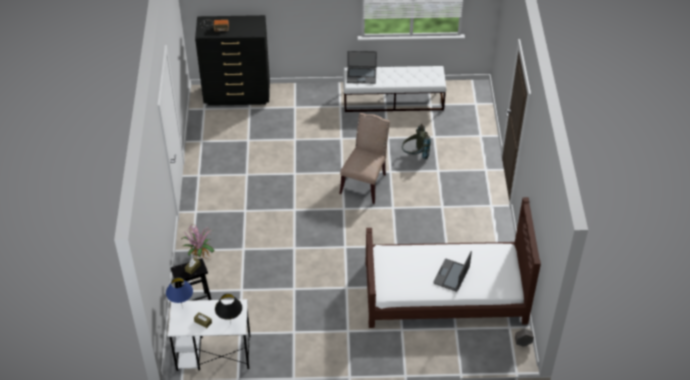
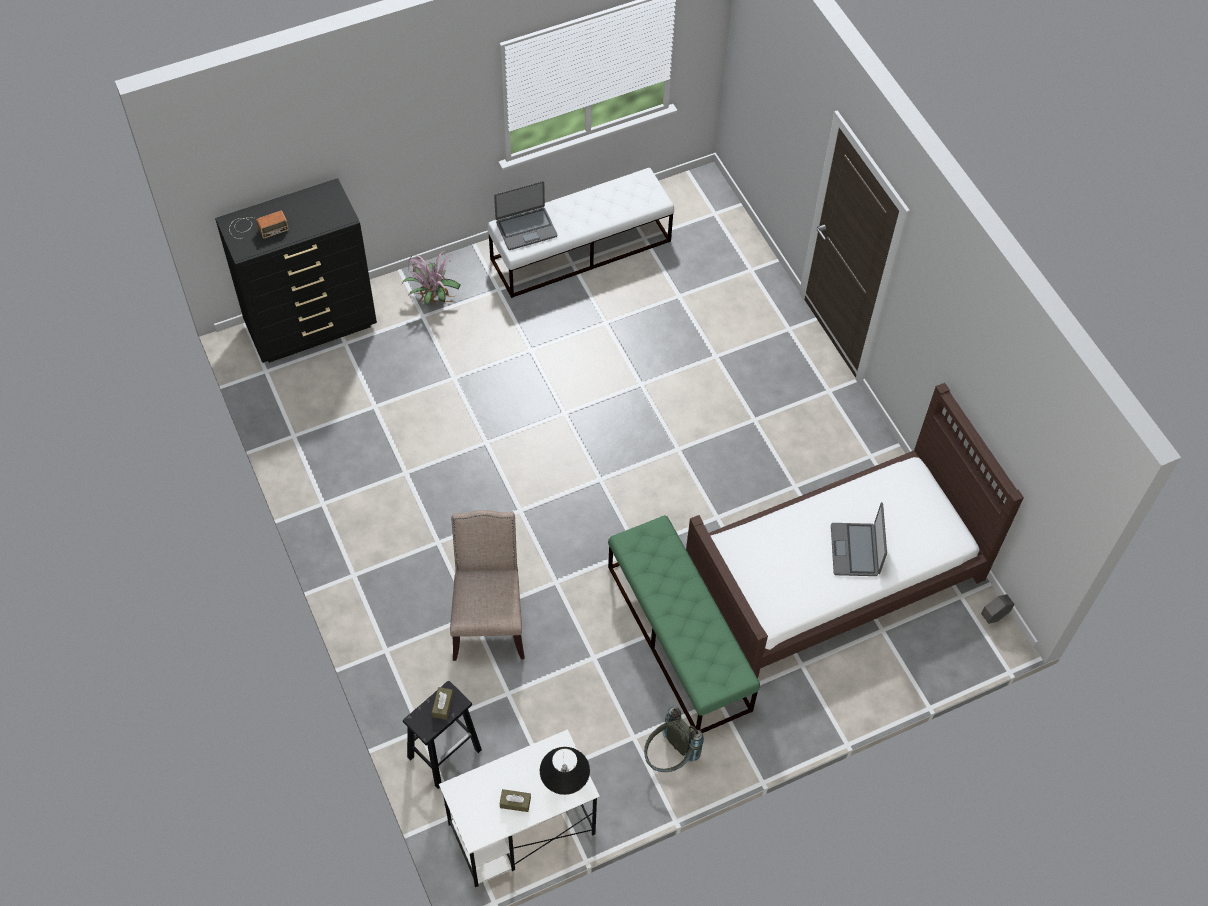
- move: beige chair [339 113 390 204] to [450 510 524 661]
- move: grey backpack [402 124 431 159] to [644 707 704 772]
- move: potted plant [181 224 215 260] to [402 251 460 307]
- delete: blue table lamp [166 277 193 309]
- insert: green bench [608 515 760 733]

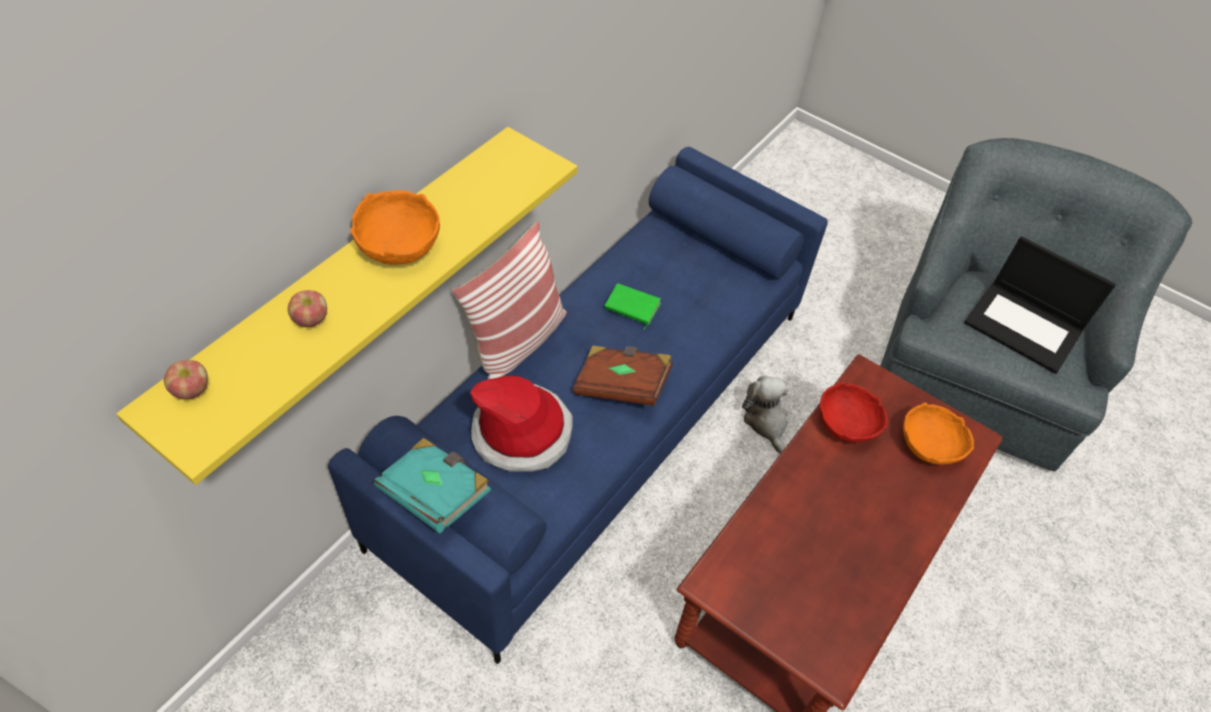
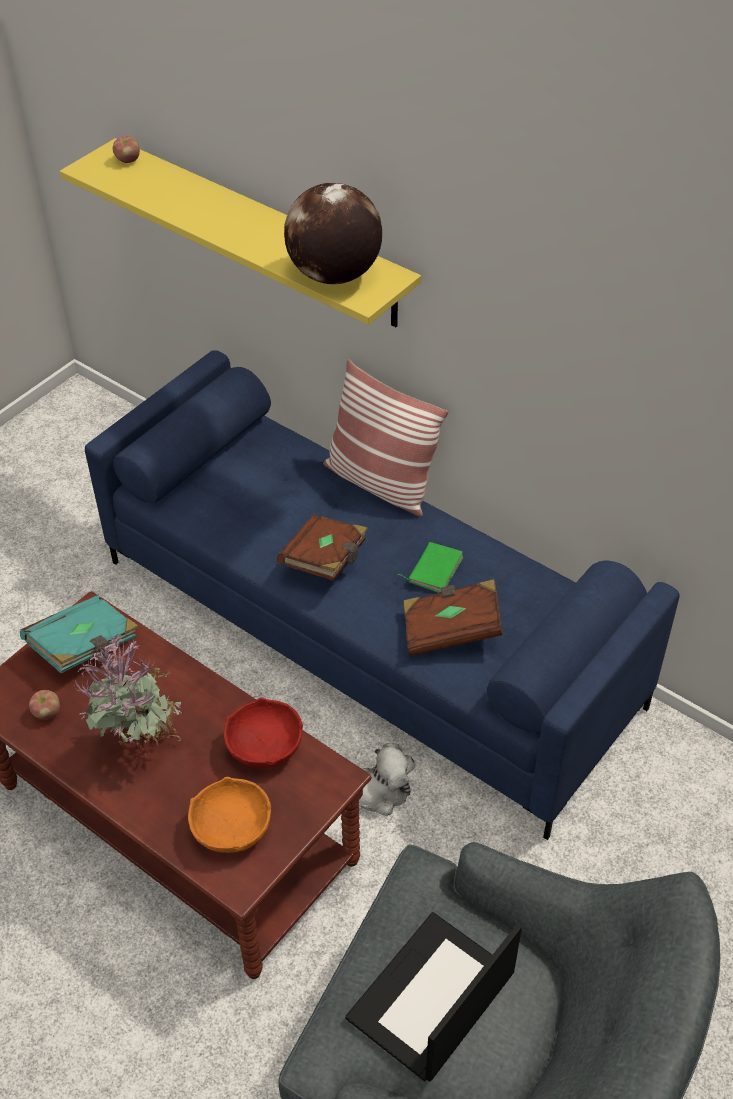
- delete: orange bowl [350 190 440 265]
- move: apple [288 290 327 327] to [29 690 60 720]
- delete: hat [470 376 572 472]
- move: turquoise book [374 438 491 533] to [20 595 139 673]
- insert: globe [284 183 382 284]
- insert: brown book [403 579 503 656]
- insert: potted plant [74 634 181 756]

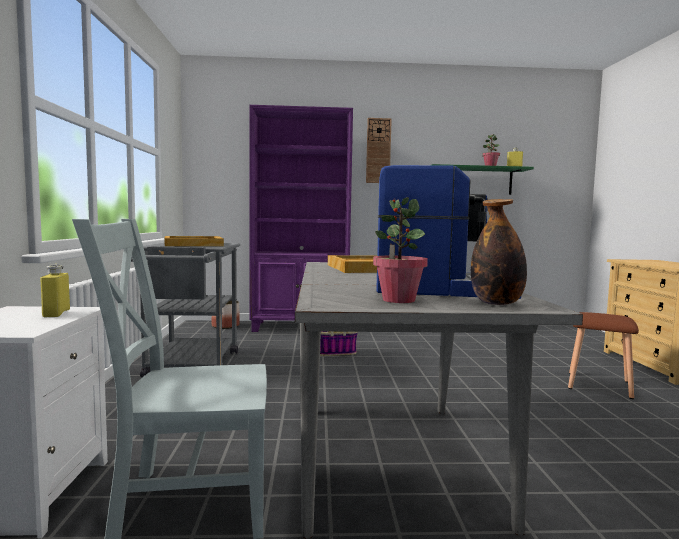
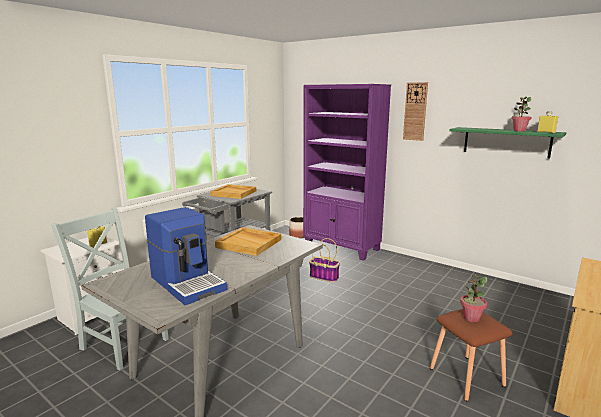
- move: potted plant [373 197 428 303] to [460 274 487 322]
- delete: bottle [471 199 527 305]

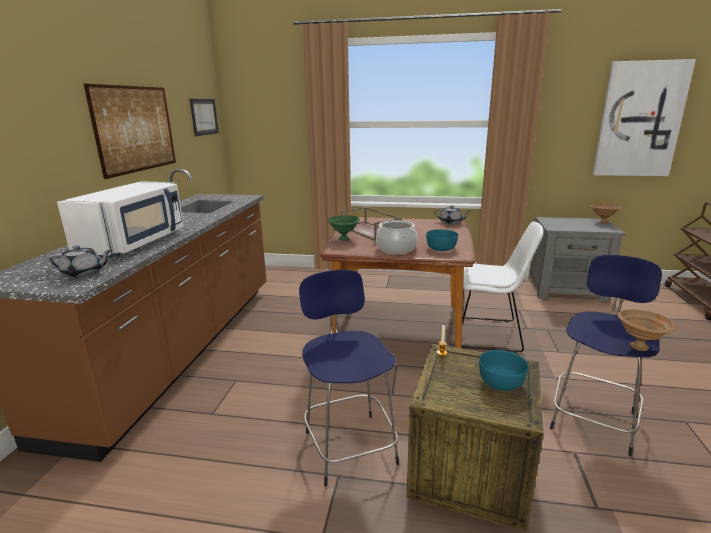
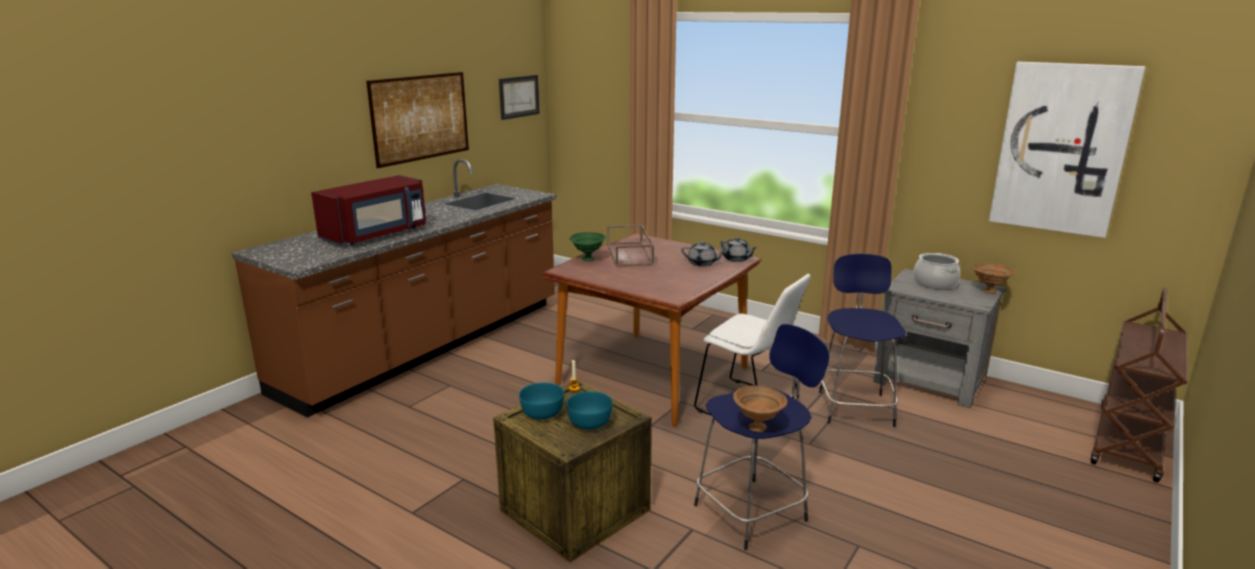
- recolor: white microwave [57 181 184 258] to red microwave [311 175 426 245]
- move: cooking pot [376 220 417 254] to [913 253 960 289]
- move: turquoise bowl [426 229 458 251] to [519 383 564 419]
- move: grey teapot [48 245 112 278] to [681 241 727 266]
- move: blue stool [299 270 399 486] to [819 254 906 427]

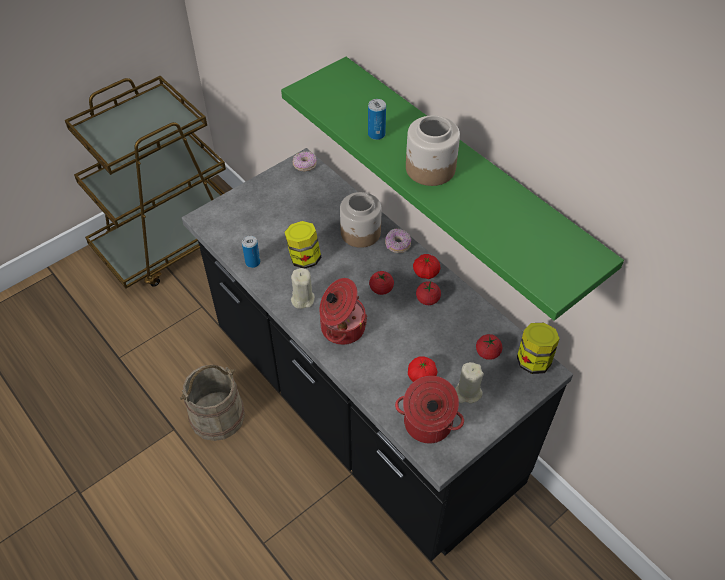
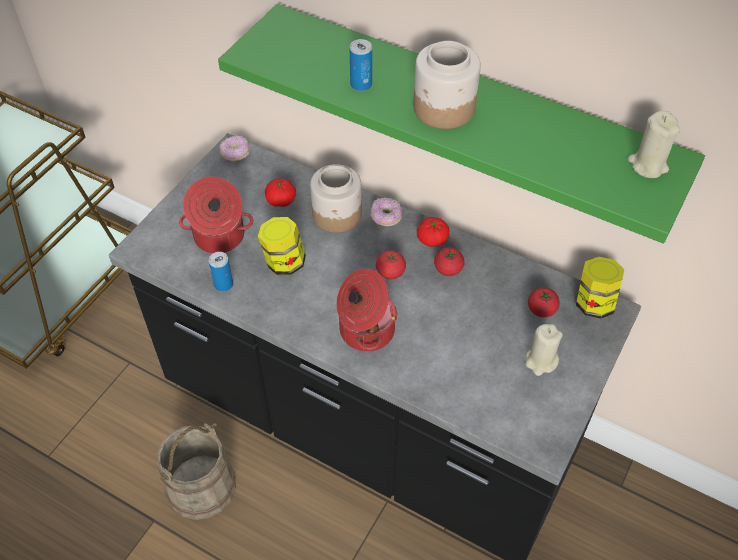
- move: beige candle [291 268 315 309] to [628 111 680 178]
- move: tomato [408 356 438 382] to [265 179 296 207]
- move: cooking pot [395 376 464 444] to [179 177 253 253]

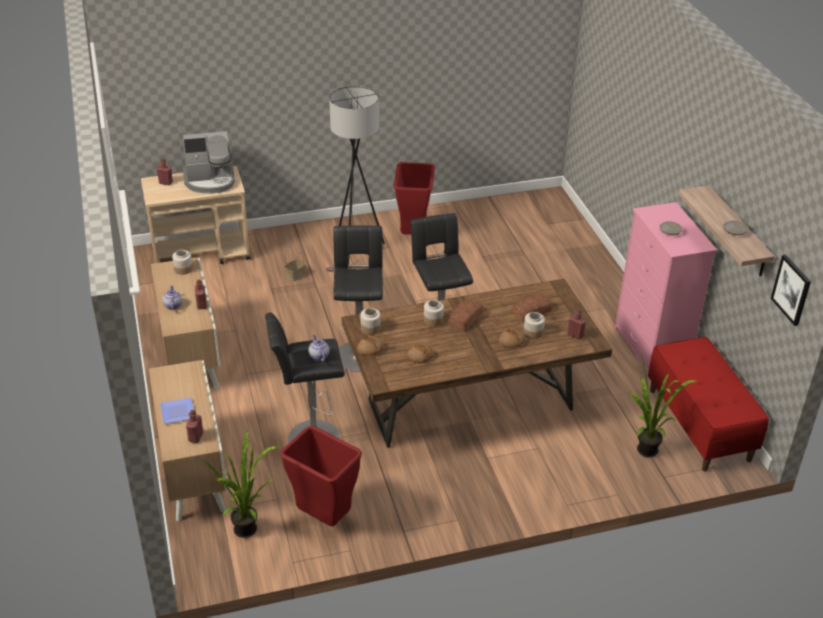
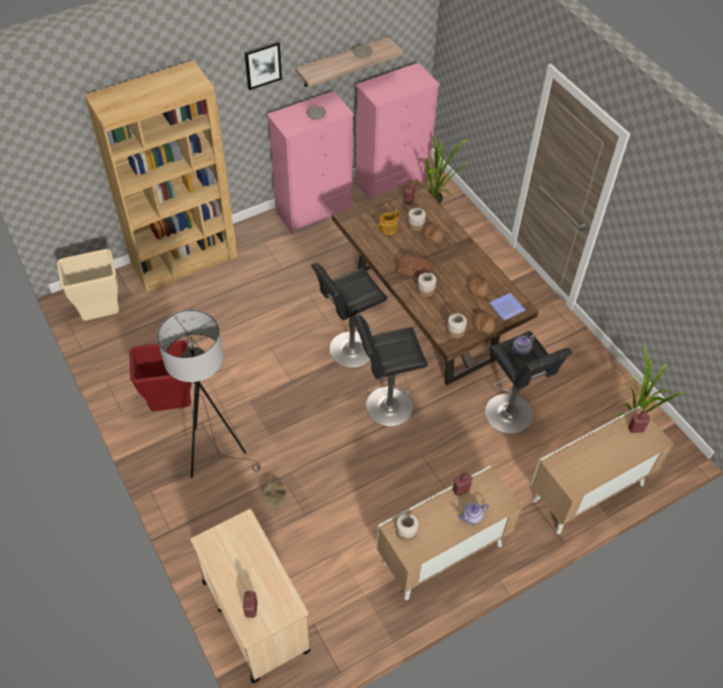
- delete: coffee machine [183 131 235 194]
- move: picture [771 255 811 326] to [244 41 282 90]
- replace: bread [512 294 552 322] to teapot [378 210 399 235]
- replace: red bench [648 337 769 472] to pink dresser [355 63 440 199]
- move: plate [160 398 194 424] to [489 293 526 320]
- delete: red trash can [280 426 362 527]
- insert: brown bookcase [84 60 238 291]
- insert: beige trash can [57 249 119 321]

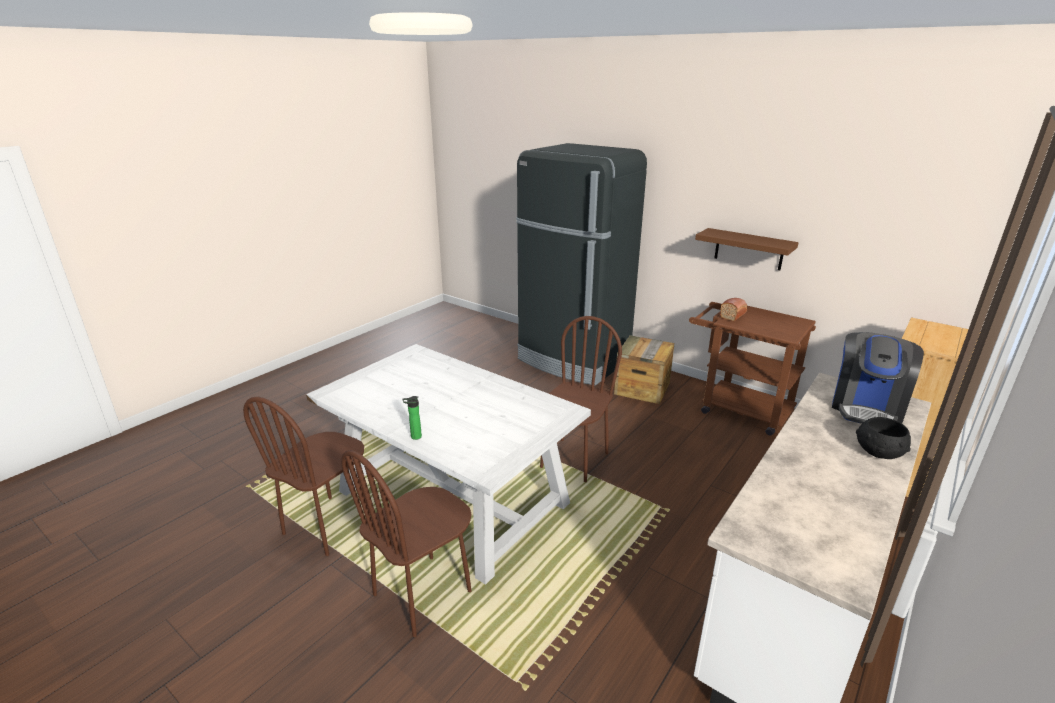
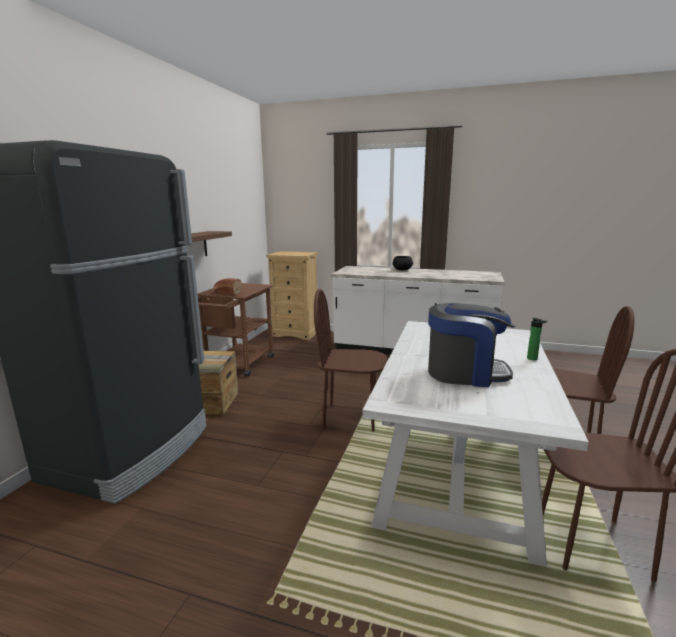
- move: coffee machine [832 332 924 424] to [428 303 516 387]

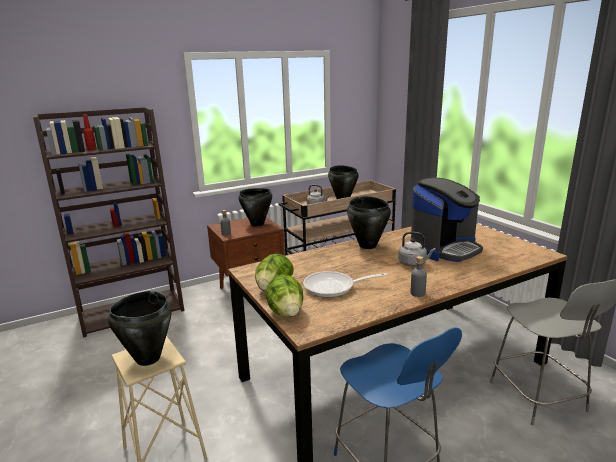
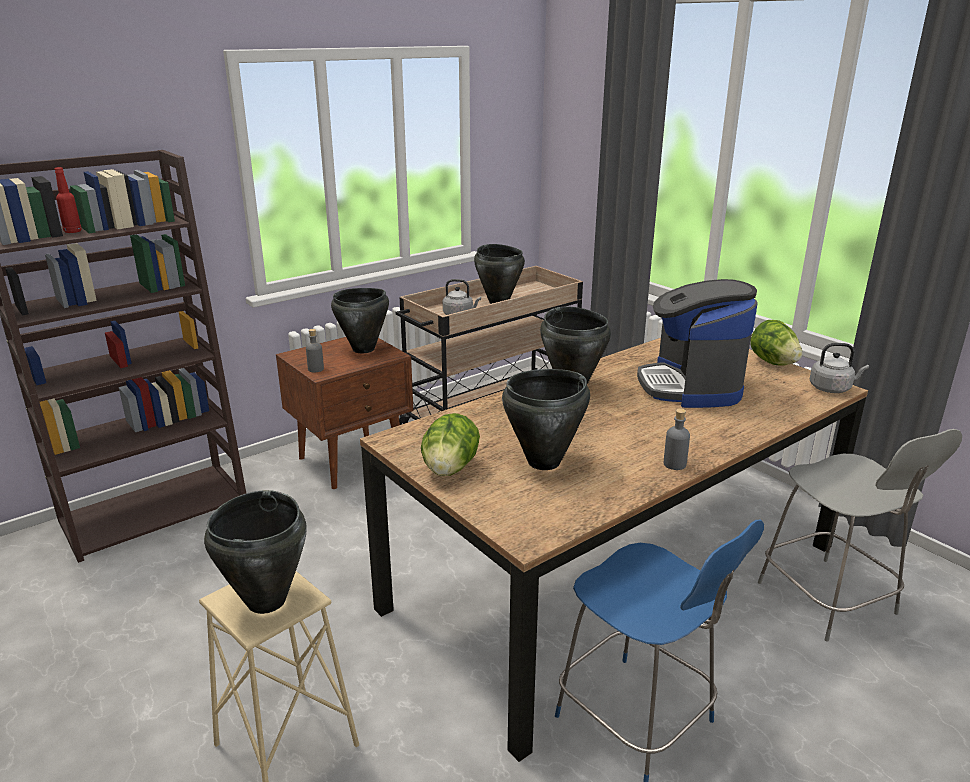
- rotate: coffee machine [410 178 483 262] = [637 279 758 408] 135 degrees clockwise
- move: grey kettle [398 232 436 266] to [810 343 869 393]
- replace: frying pan [303 271 387 298] to black cooking pot [502 369 590 470]
- move: lettuce [265 274 303 318] to [750 320 802 366]

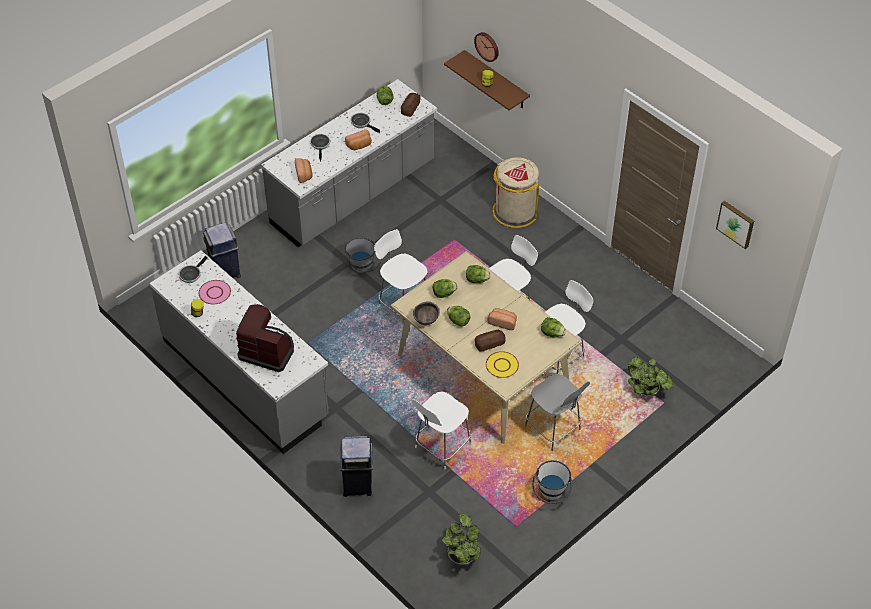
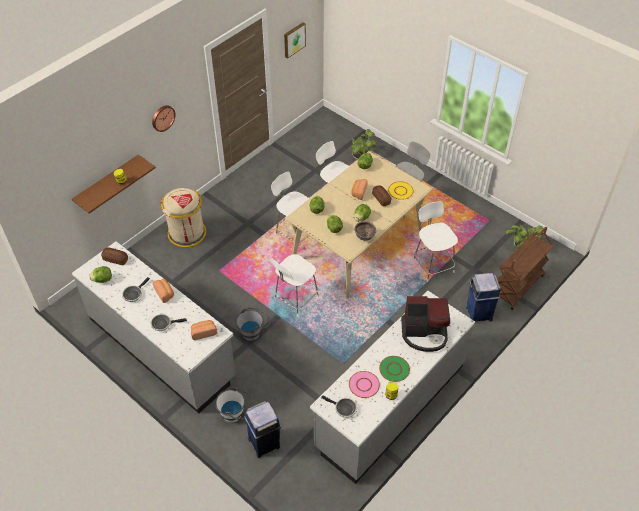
- move: wall clock [474 32 499 62] to [152 105 176 132]
- rotate: coffee machine [236 304 294 372] = [401 296 450 352] 105 degrees counterclockwise
- rotate: white chair [412 391 471 470] = [413 201 458 282] 150 degrees counterclockwise
- move: white bucket [532 460 572 504] to [215 387 254 423]
- insert: brown cart [497 227 553 310]
- insert: green plate [379 356 410 382]

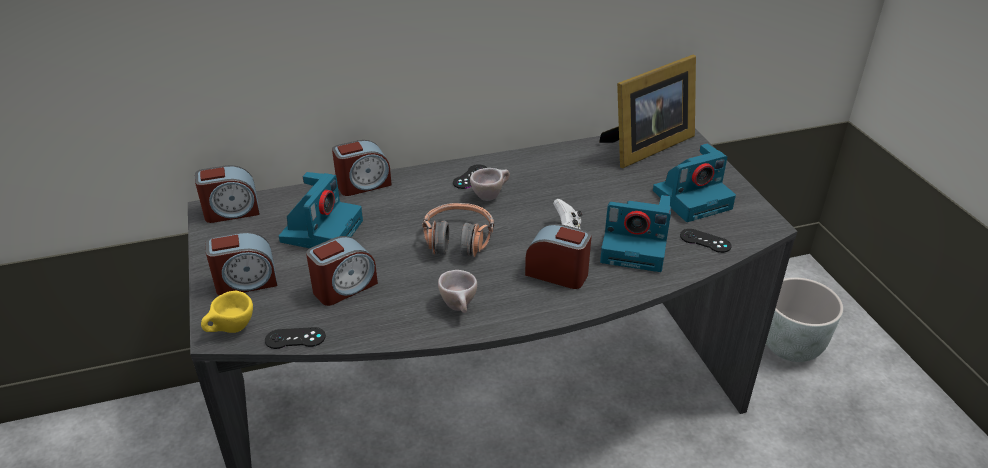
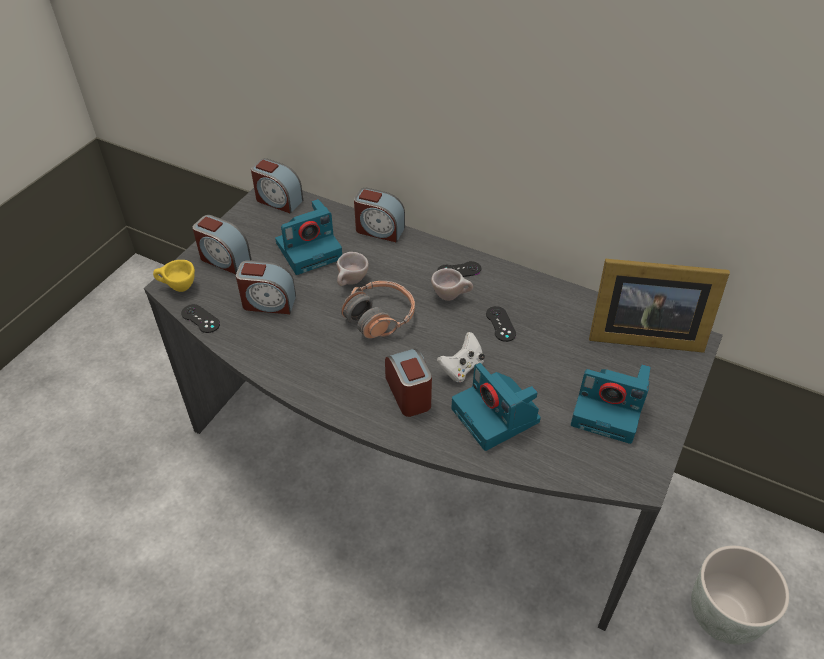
- move: black game controller [680 229 732 253] to [486 306 516 342]
- move: beige cup [438 270 477 313] to [337 252 369 286]

